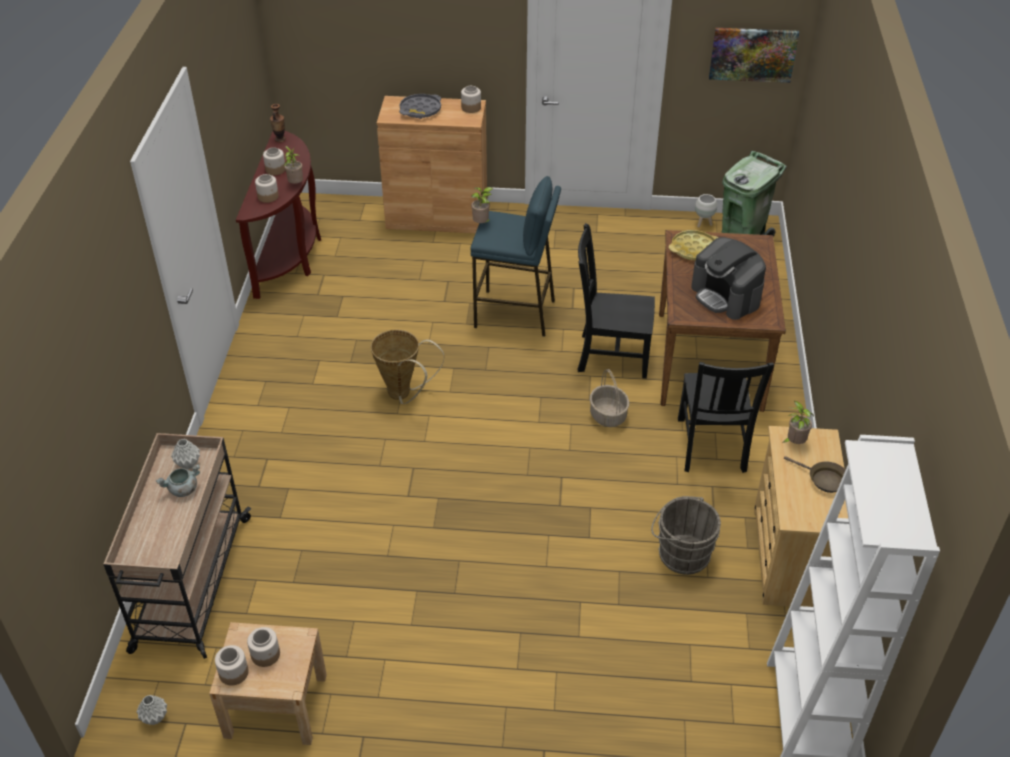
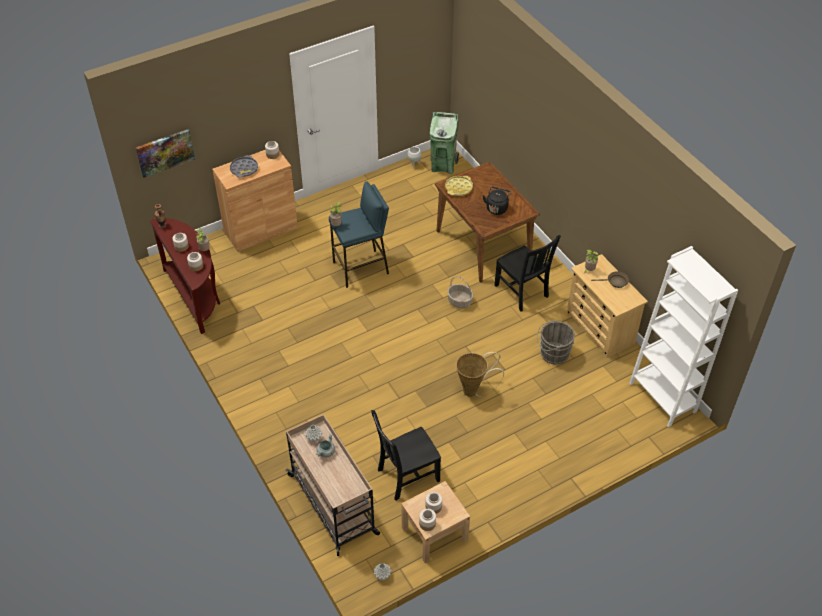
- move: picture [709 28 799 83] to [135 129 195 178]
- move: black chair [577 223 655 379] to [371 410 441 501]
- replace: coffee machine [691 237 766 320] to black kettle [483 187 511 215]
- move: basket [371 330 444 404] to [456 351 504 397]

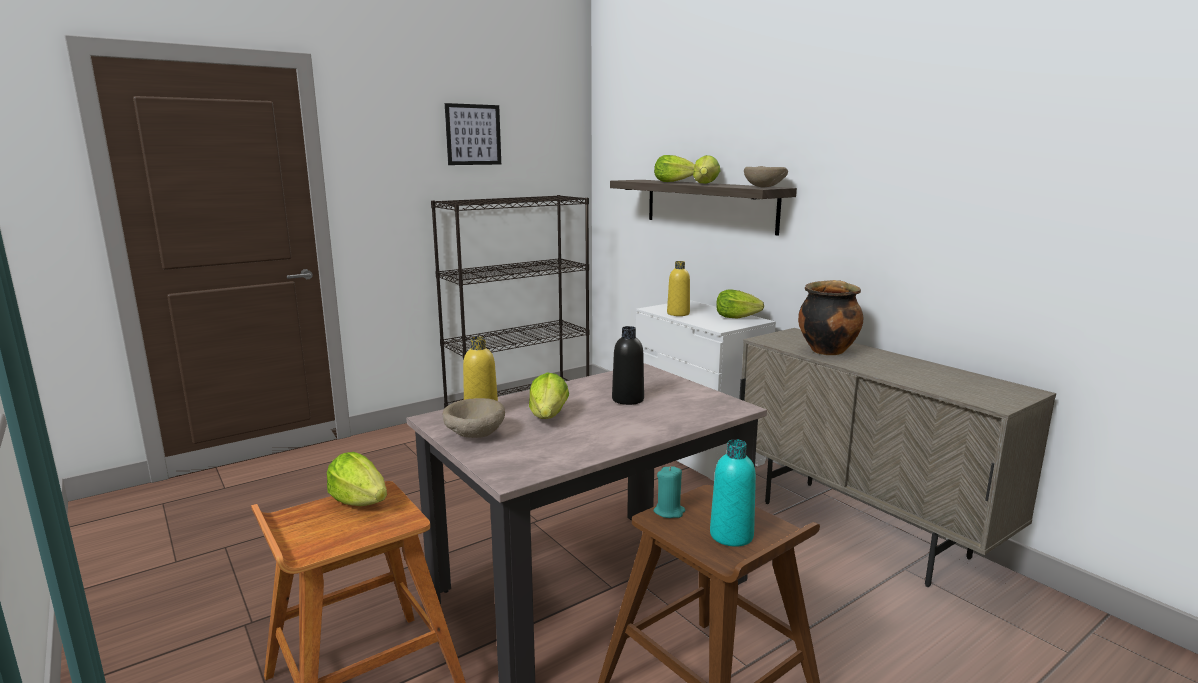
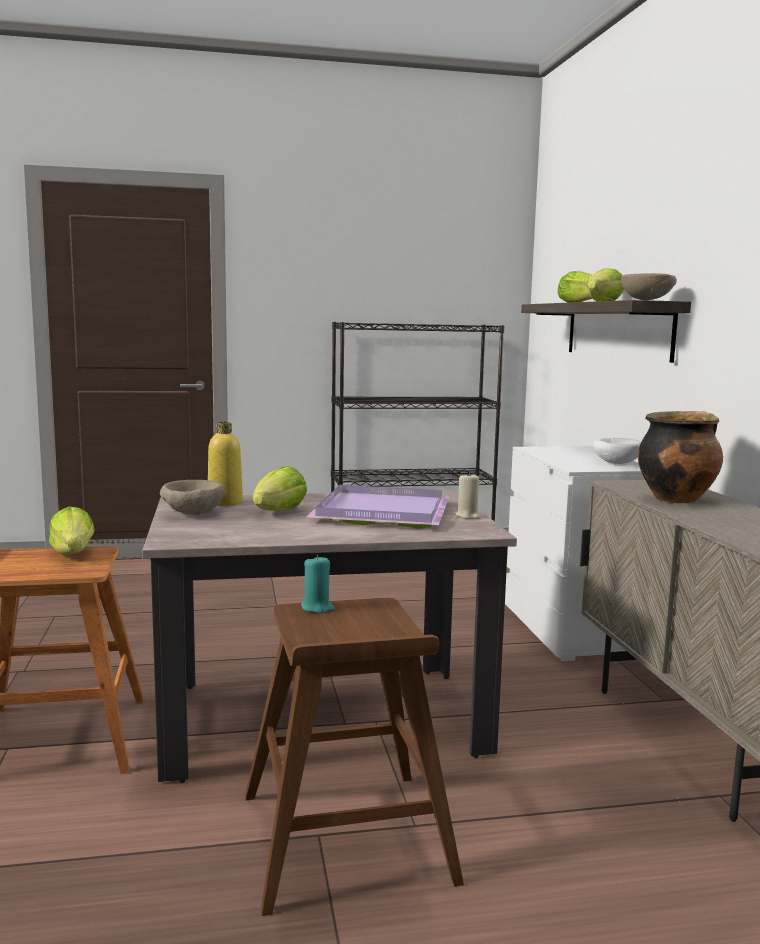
- delete: picture [445 103 501 165]
- delete: yellow bottle [667 261 690 316]
- replace: lettuce [716 289 764 319] to white bowl [593 438 641 464]
- replace: black bottle [612 326 644 405] to purple tray [306 485 449 528]
- delete: turquoise bottle [710 439 756 547]
- insert: beige candle [456 472 481 519]

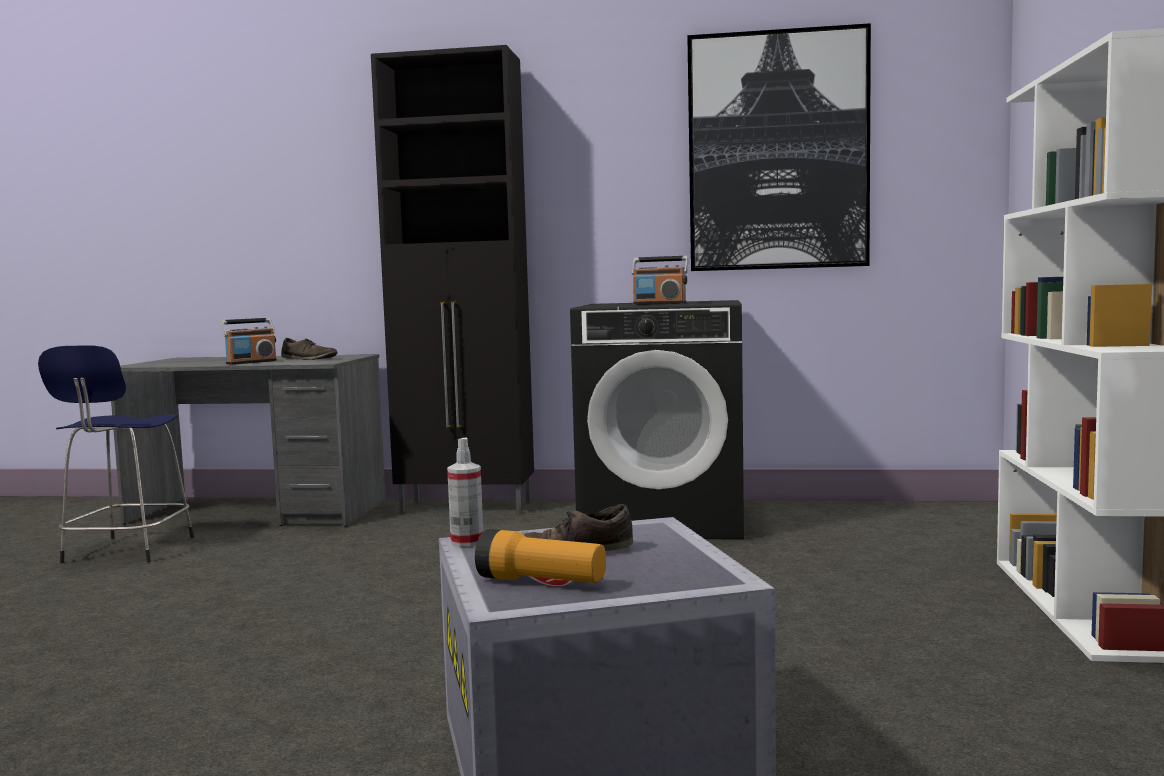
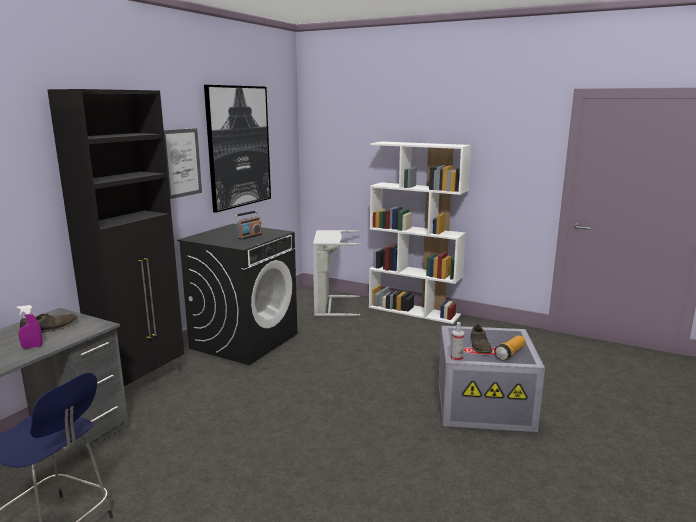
- replace: radio [220 318 277 365] to purple spray bottle [17 305 42 349]
- insert: picture [164 128 202 199]
- insert: grey laundry basket [313 230 361 316]

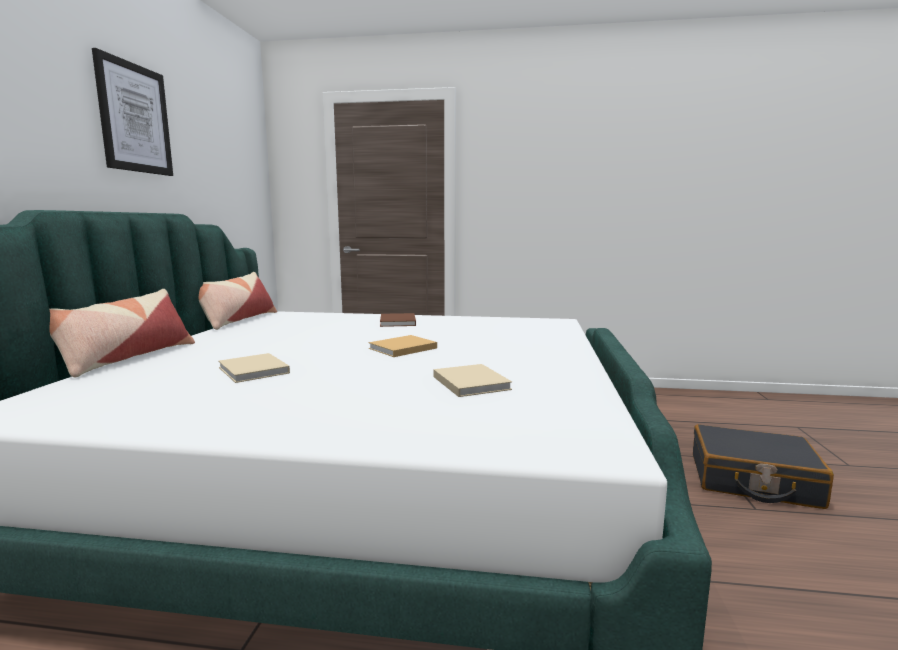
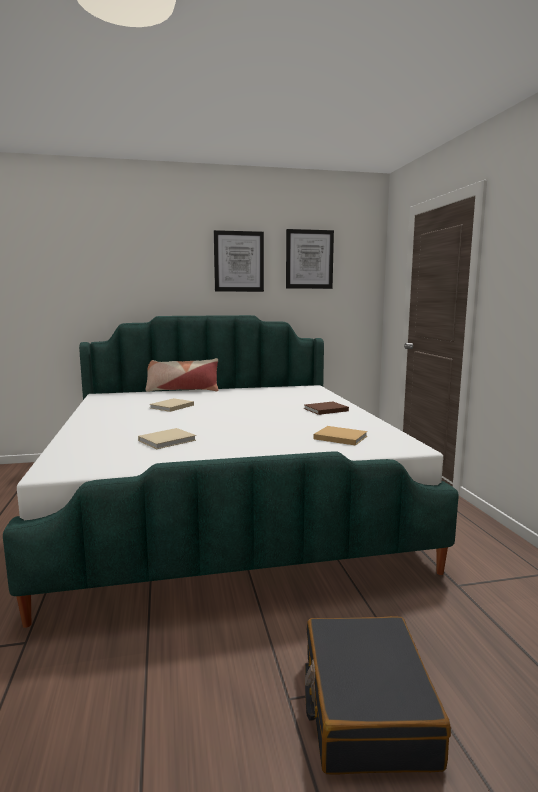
- delete: pillow [199 272 277 330]
- move: beige book [369 335 437 357] to [313 426 368 446]
- insert: picture [286 229 334 289]

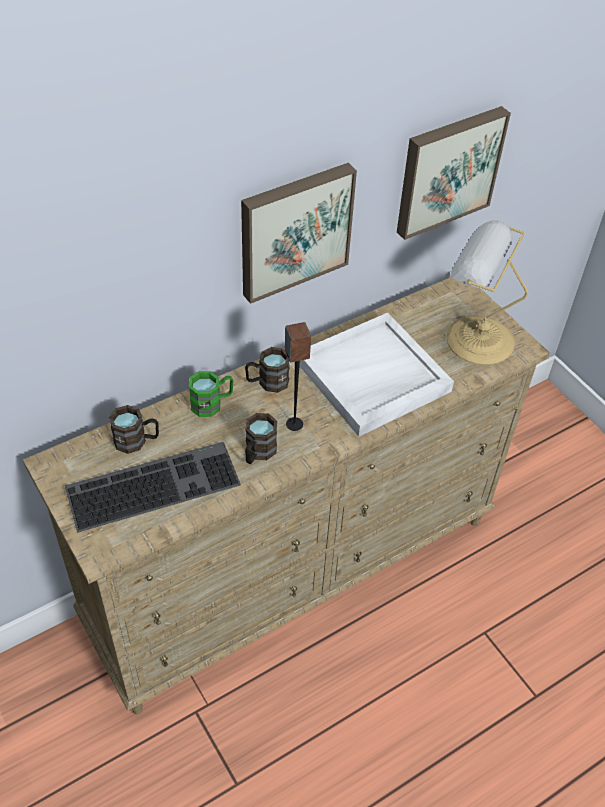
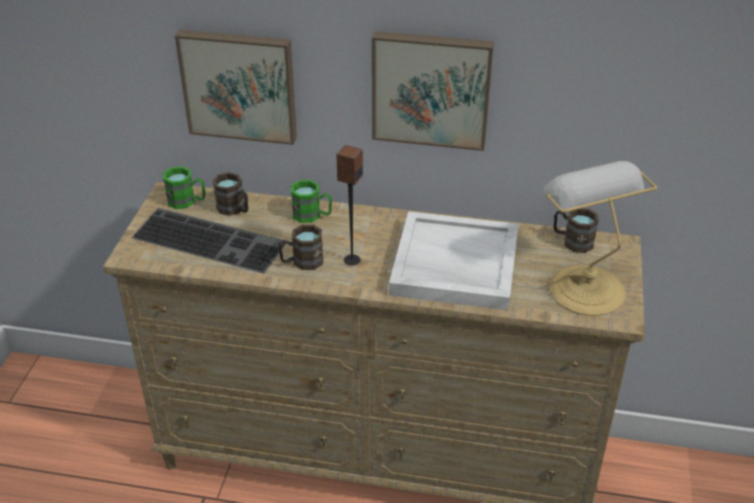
- move: picture [397 106 511 240] to [175 30 297 145]
- move: brown mug [245 347 290 393] to [554 208 599 253]
- insert: green mug [163 166 205 209]

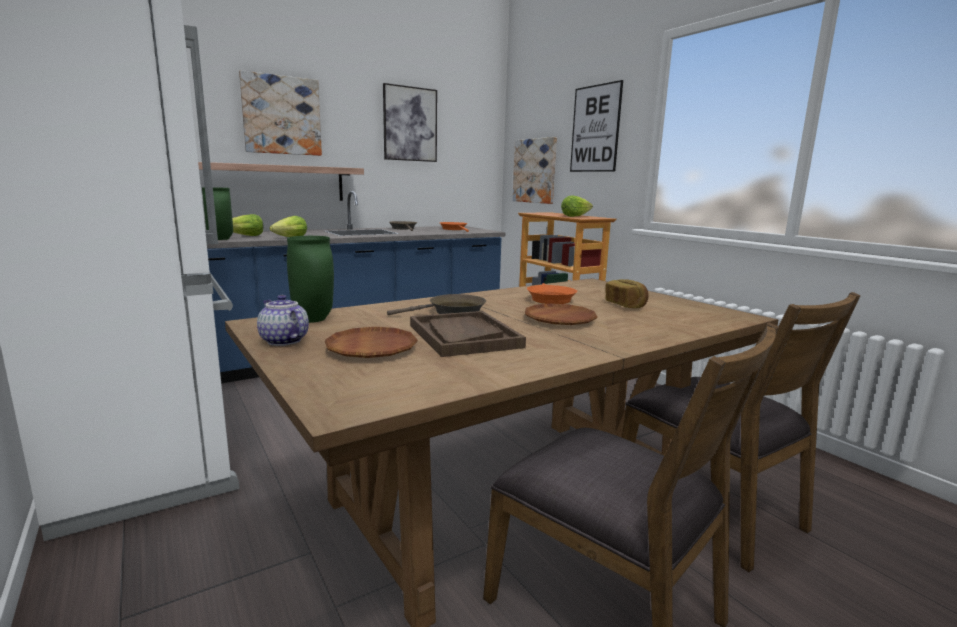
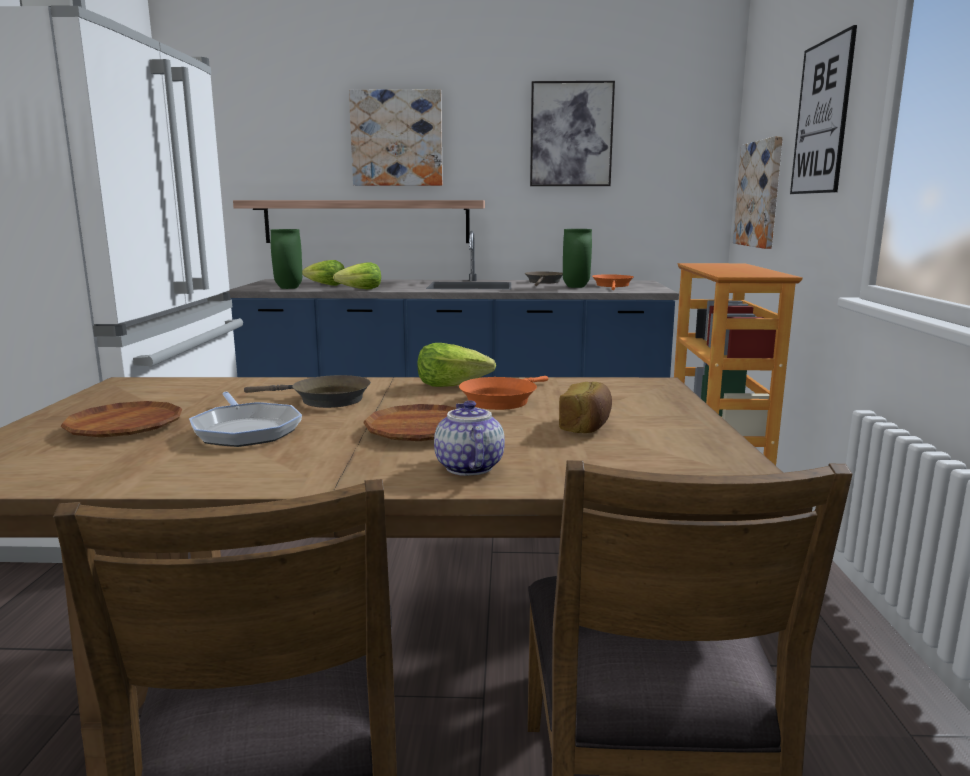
- move: lettuce [561 196 593 217] to [418 343 496 387]
- move: green vase [287 236 334 323] to [563 229 592 288]
- move: teapot [257 295 309 346] to [434 400 505 476]
- replace: brown tray [410 311 526 357] to frying pan [189 392 302 447]

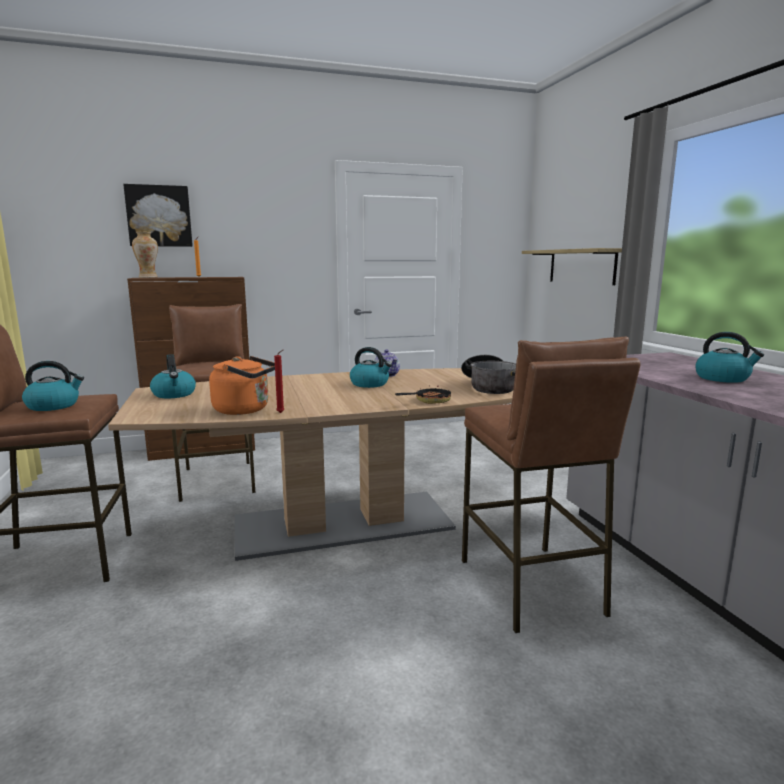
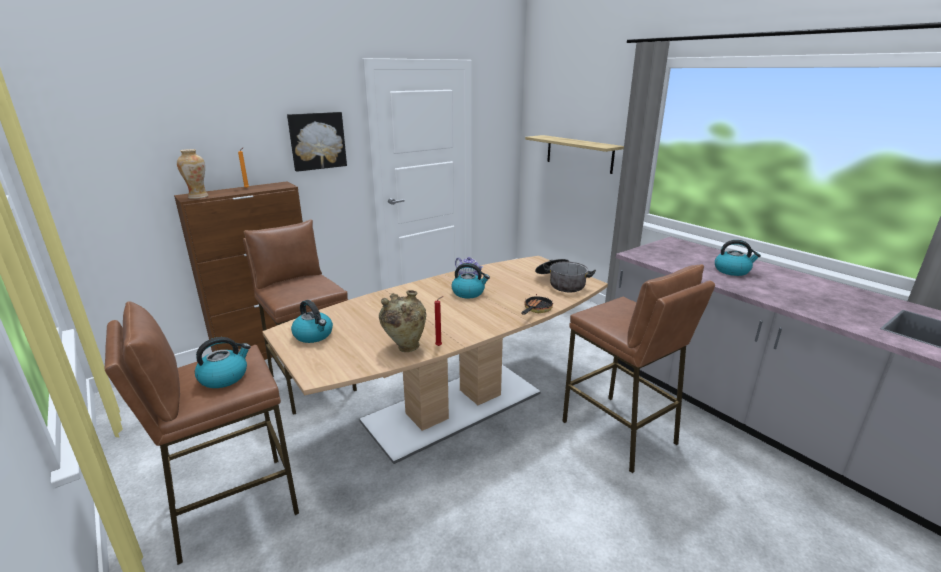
- move: picture [123 184 193 247] to [287 112 347 172]
- replace: orange kettle [209 356 275 415] to beige vase [379 290 426 352]

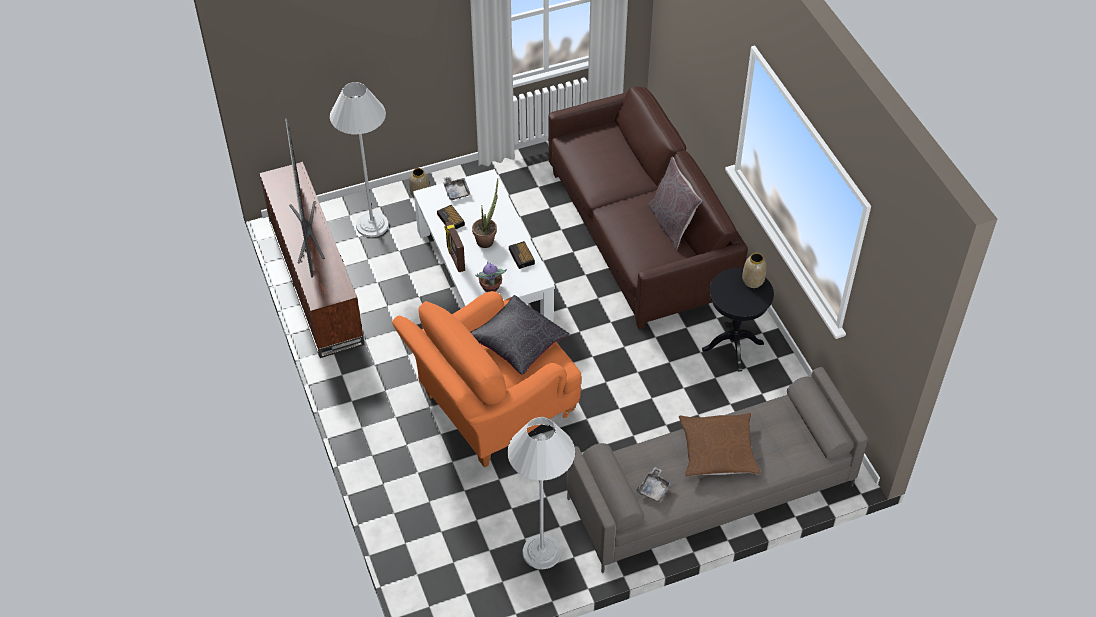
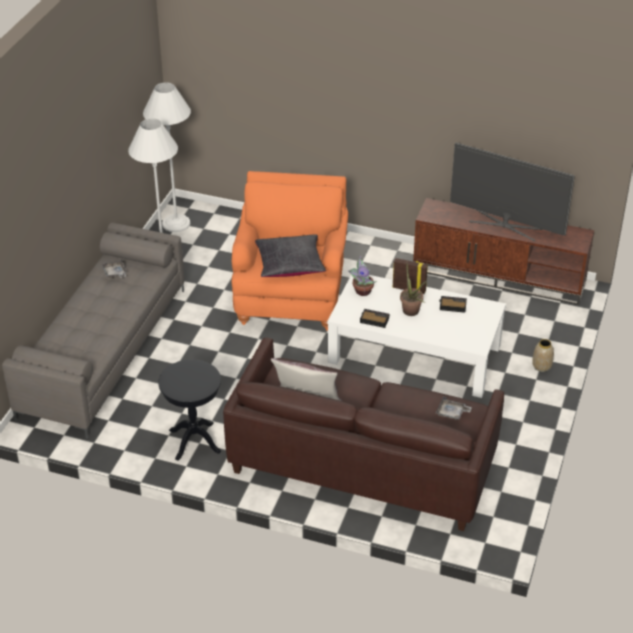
- move: white floor lamp [330 82 389 237] to [143 82 191 232]
- move: grey tray [443 177 470 200] to [435 397 472 420]
- delete: vase [742 253 767 288]
- delete: brown pillow [679 413 760 477]

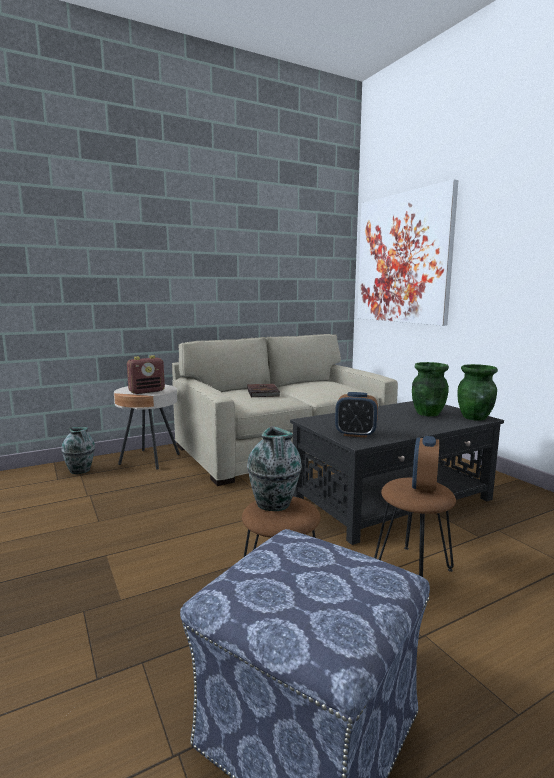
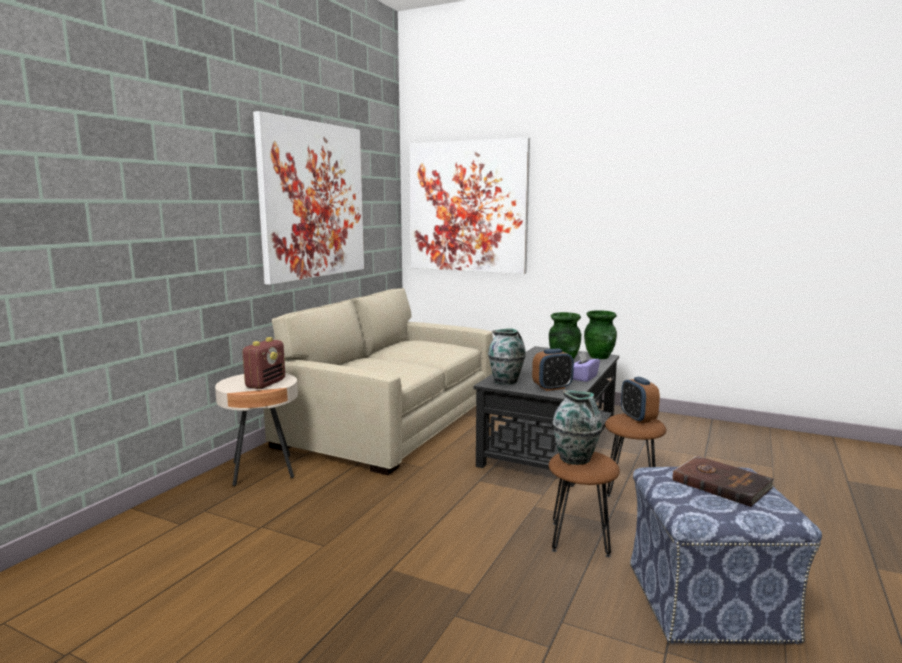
- move: brown book [247 384 280 398] to [673 456 774 507]
- move: vase [61 427 95 474] to [488 328 526 385]
- insert: picture [253 111 364 285]
- insert: purple tissue box [573 352 600 382]

